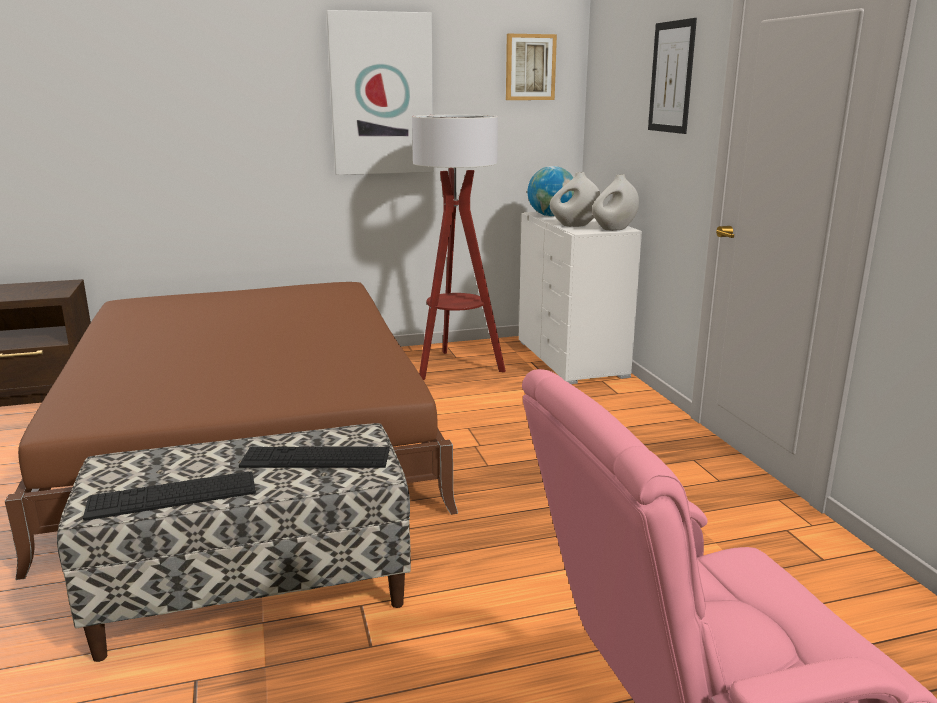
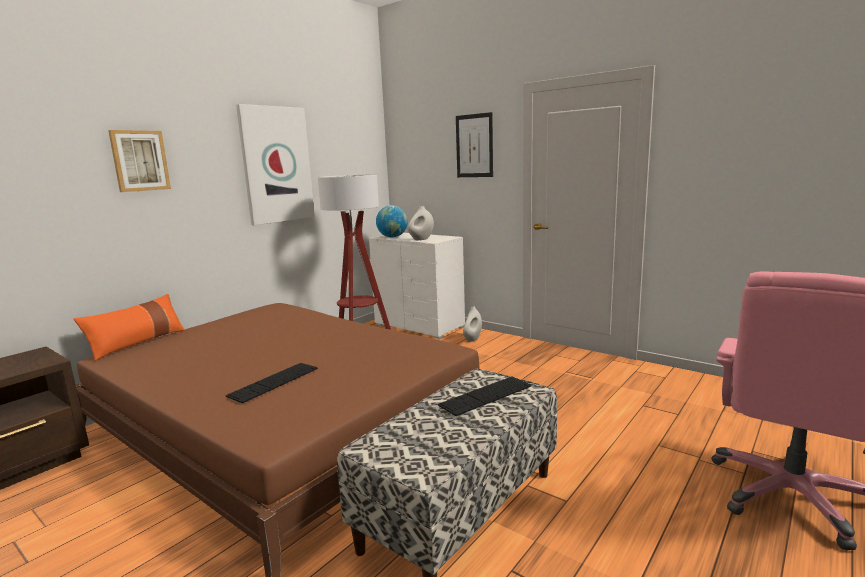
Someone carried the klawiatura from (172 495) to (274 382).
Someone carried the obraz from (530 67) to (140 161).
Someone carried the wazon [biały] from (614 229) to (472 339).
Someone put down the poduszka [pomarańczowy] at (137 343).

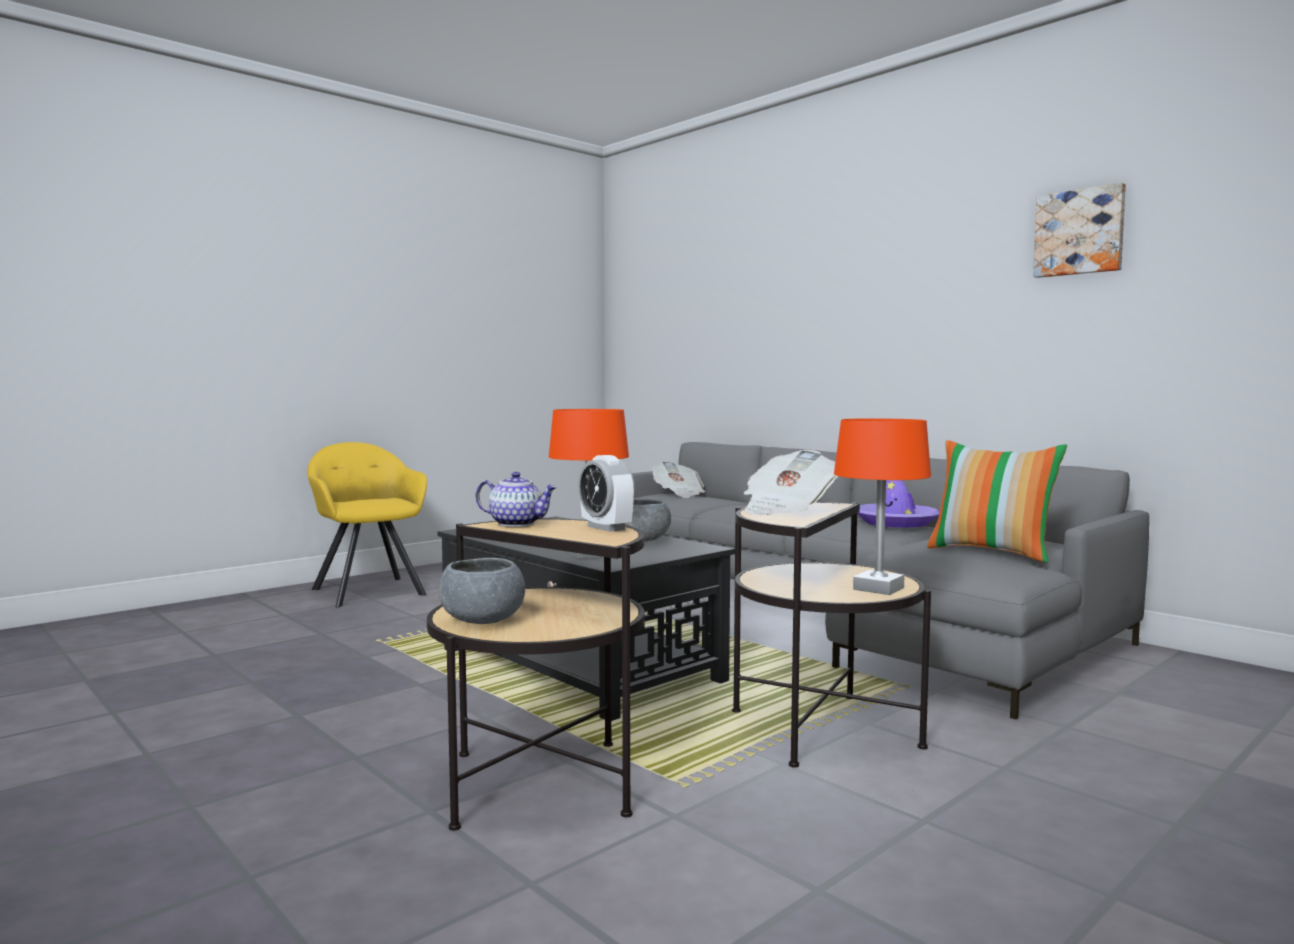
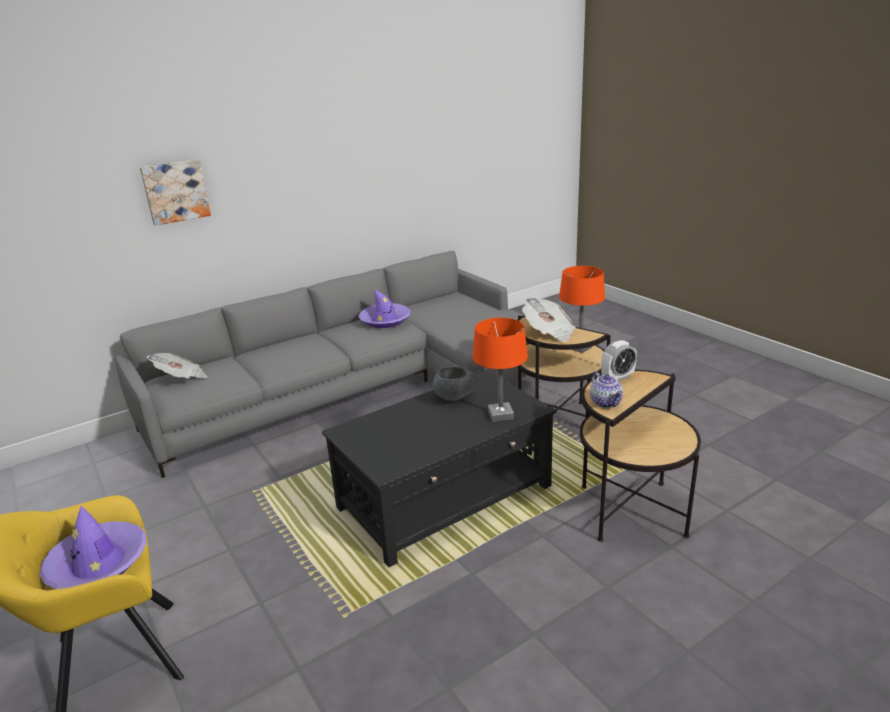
Someone took away the miska [szary] at (482 621).
Someone rotated the imbryk at (517 524) by 135 degrees clockwise.
Someone took away the poduszka at (992 552).
Someone carried the obraz from (1079 232) to (175 191).
Someone put down the kapelusz [fioletowy] at (98 564).

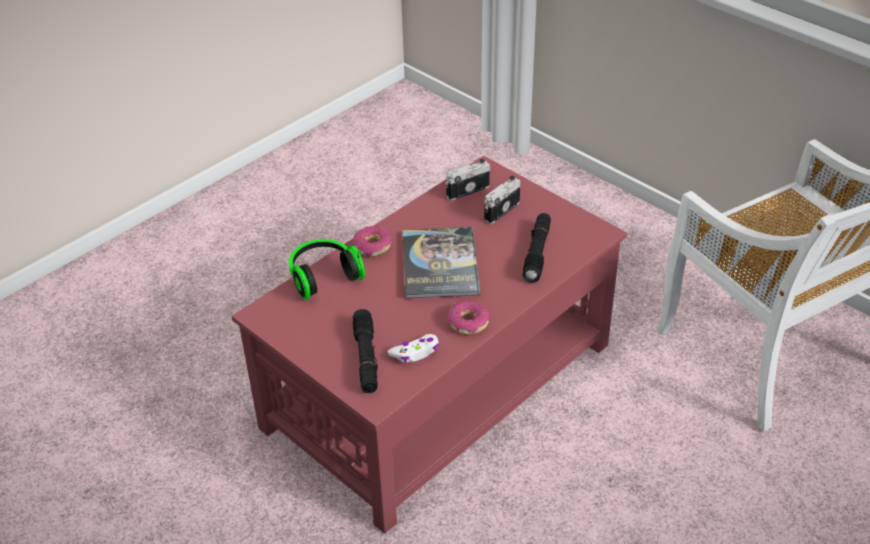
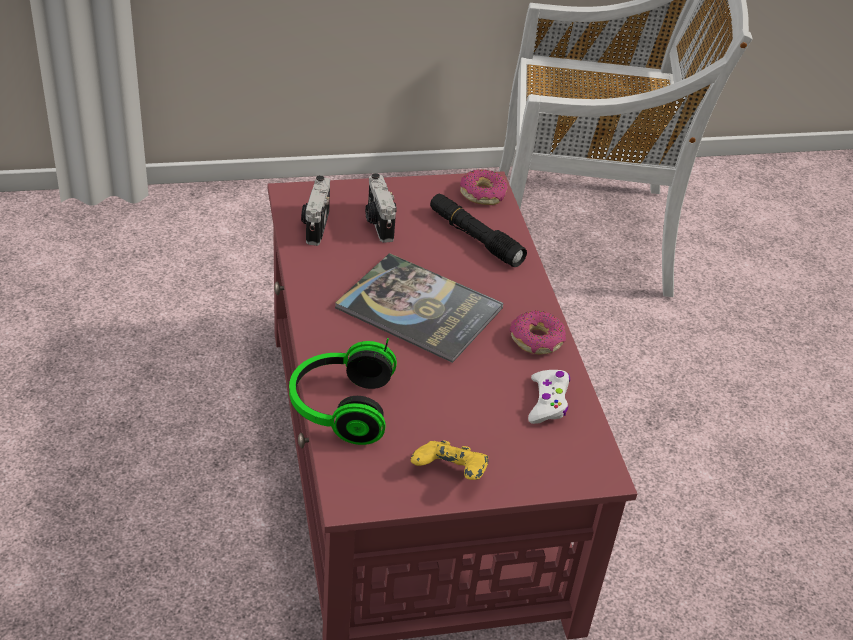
Someone carried the donut from (373 246) to (482 194).
Someone took away the latarka [czarny] at (366 358).
Someone put down the pad do gier [żółty] at (450 474).

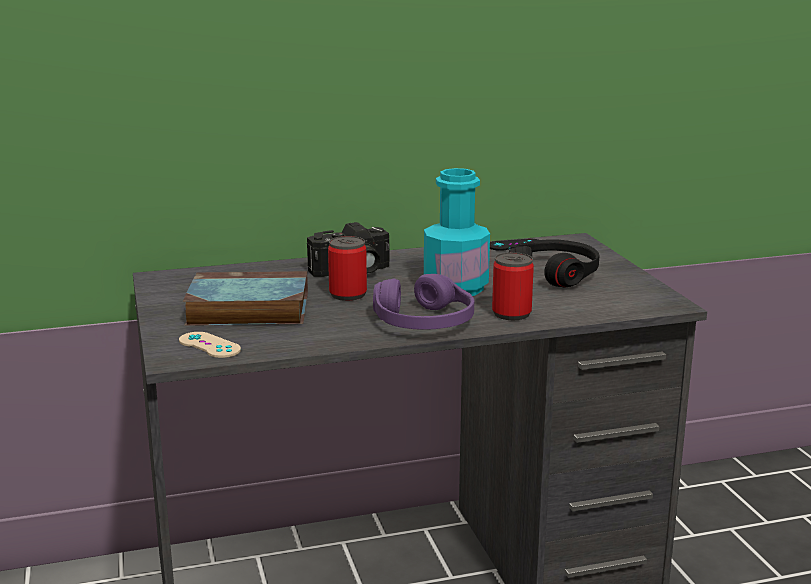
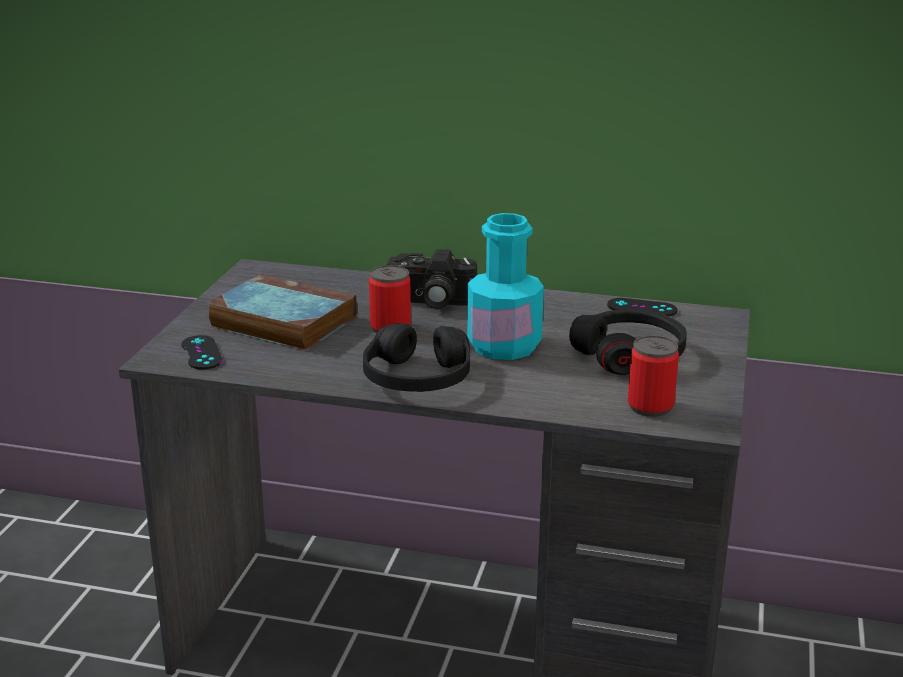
Someone repainted the pad do gier [beżowy] at (209 345), which became the pad do gier [czarny] at (201 353).
Someone repainted the słuchawki [fioletowy] at (424 322), which became the słuchawki [czarny] at (417 378).
Someone carried the puszka from (511 314) to (650 407).

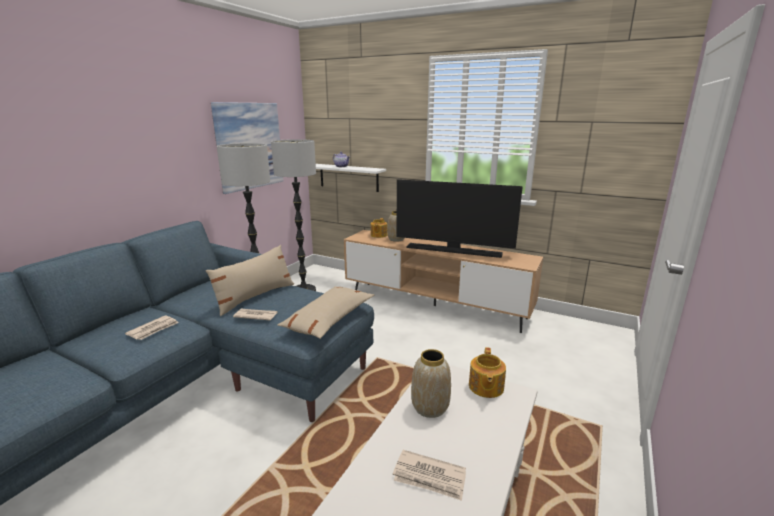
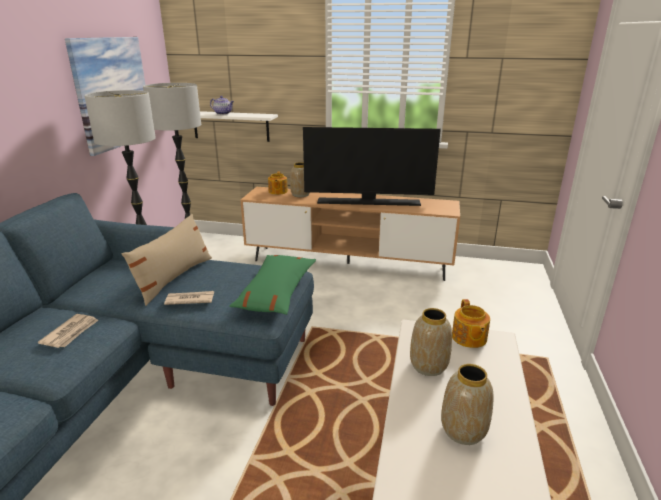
Someone repainted the poduszka [beżowy] at (329 319), which became the poduszka [zielony] at (276 292).
Someone swapped the gazeta at (430 477) for the wazon at (463 430).

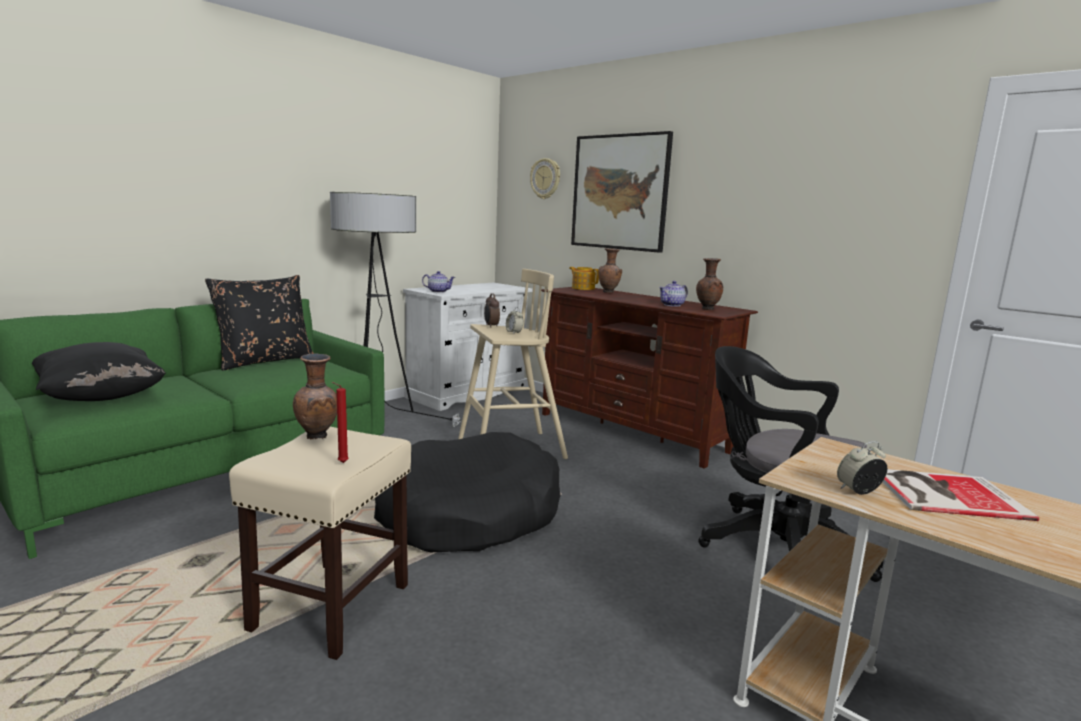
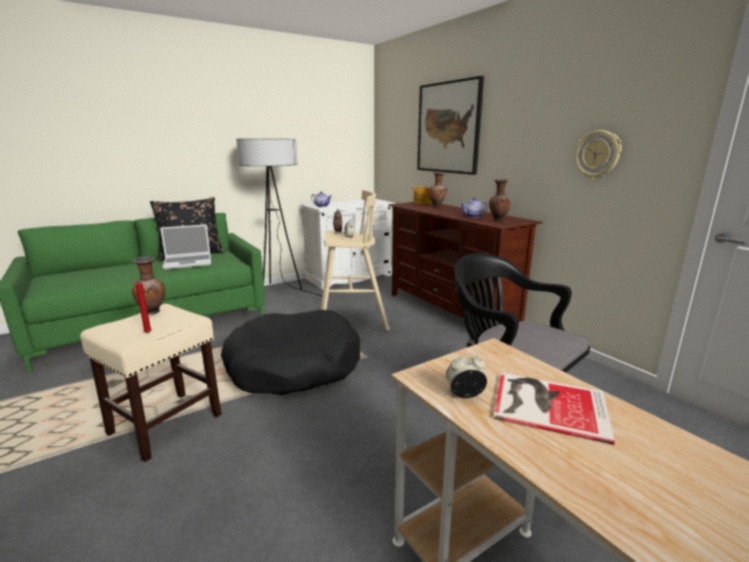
Someone took away the poduszka [czarny] at (101 397).
Someone carried the zegar ścienny from (545 178) to (597 155).
Someone put down the laptop at (189 262).

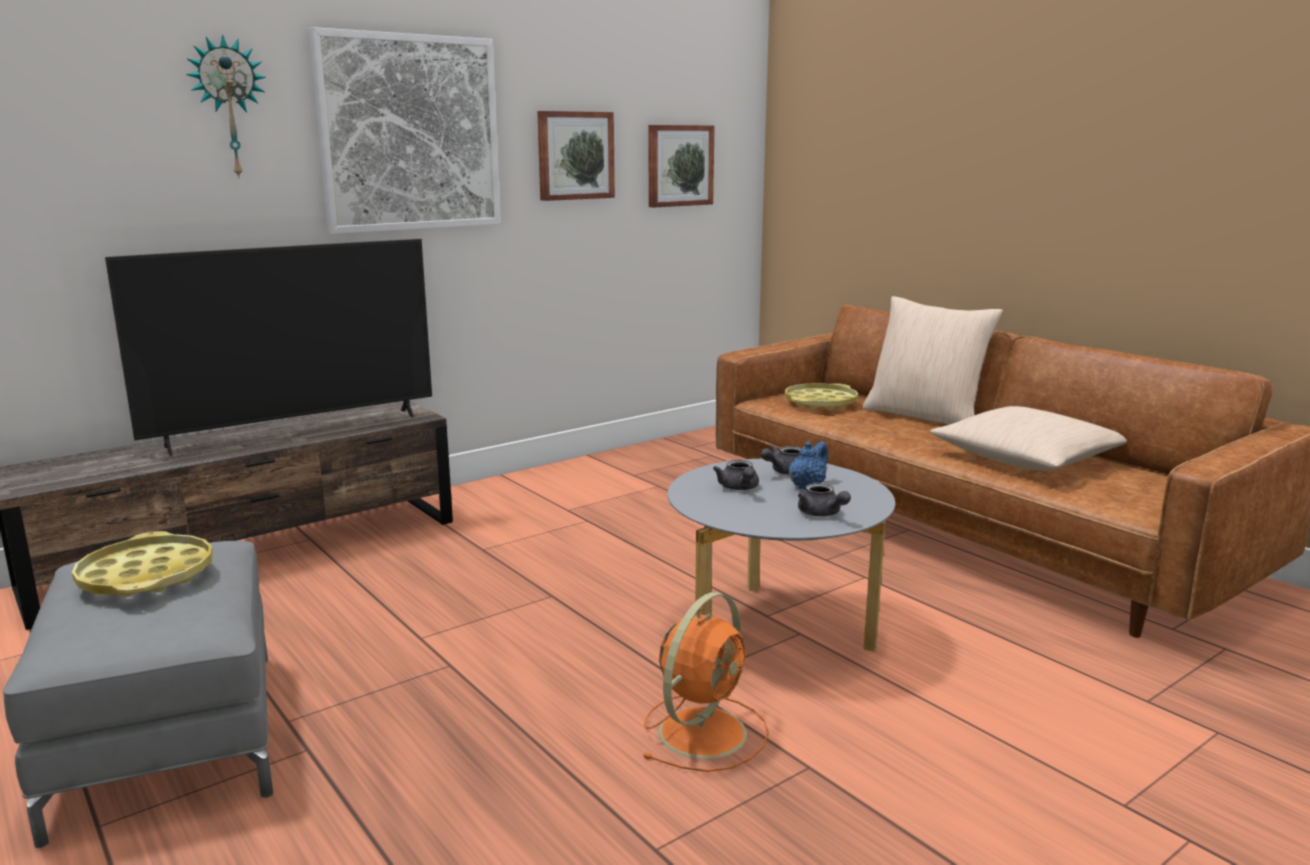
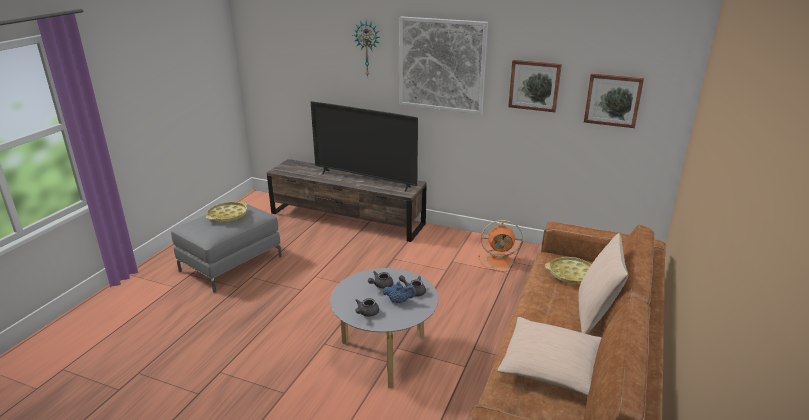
Someone carried the wentylator [pomarańczowy] from (704 731) to (501 261).

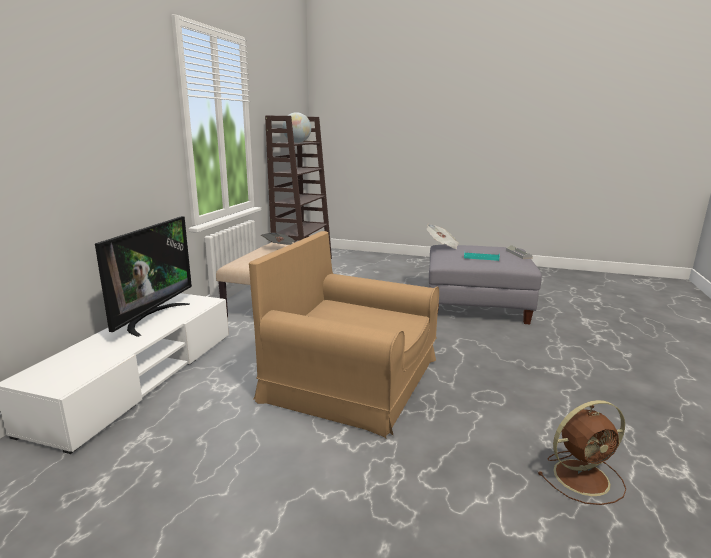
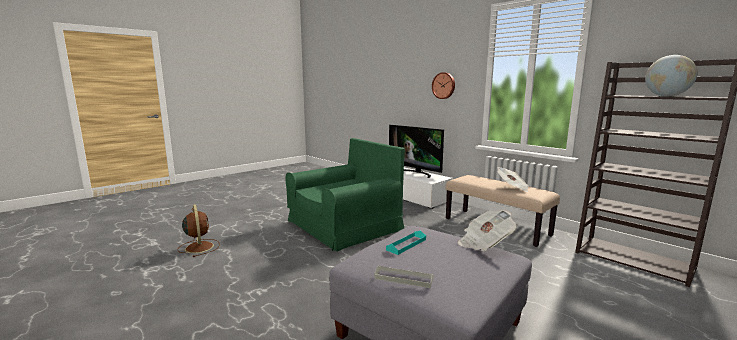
Someone repainted the fotel [brązowy] at (351 379), which became the fotel [zielony] at (344 226).
Someone rotated the wentylator [brązowy] at (583 477) by 135 degrees clockwise.
Someone put up the zegar ścienny at (444 85).

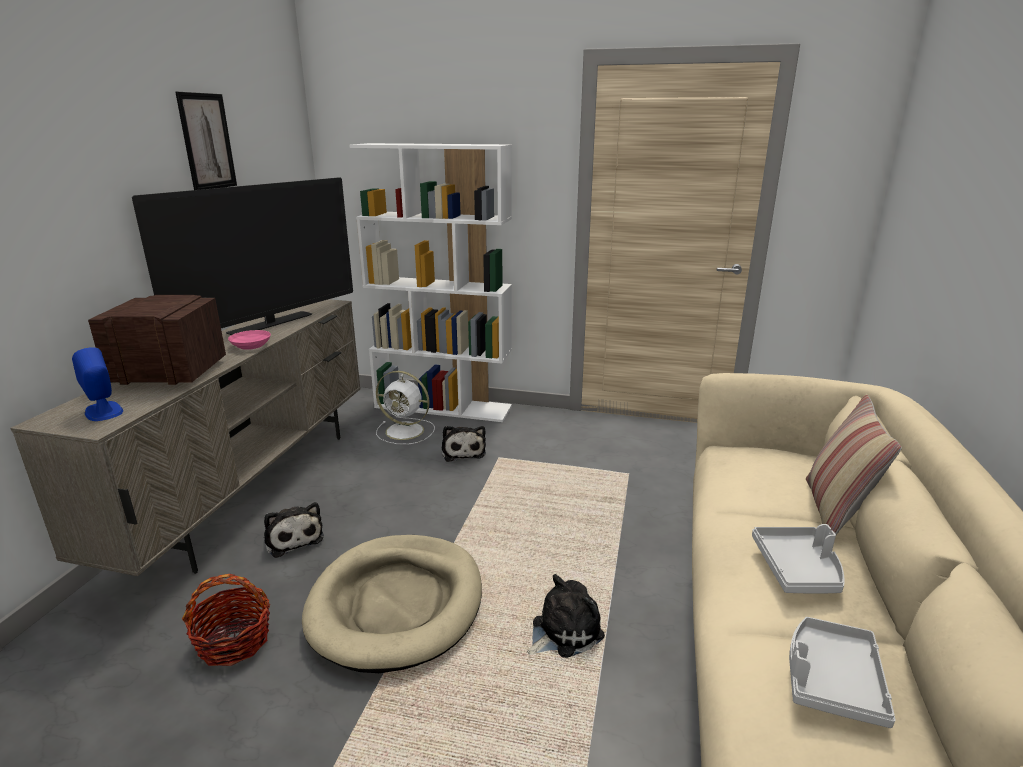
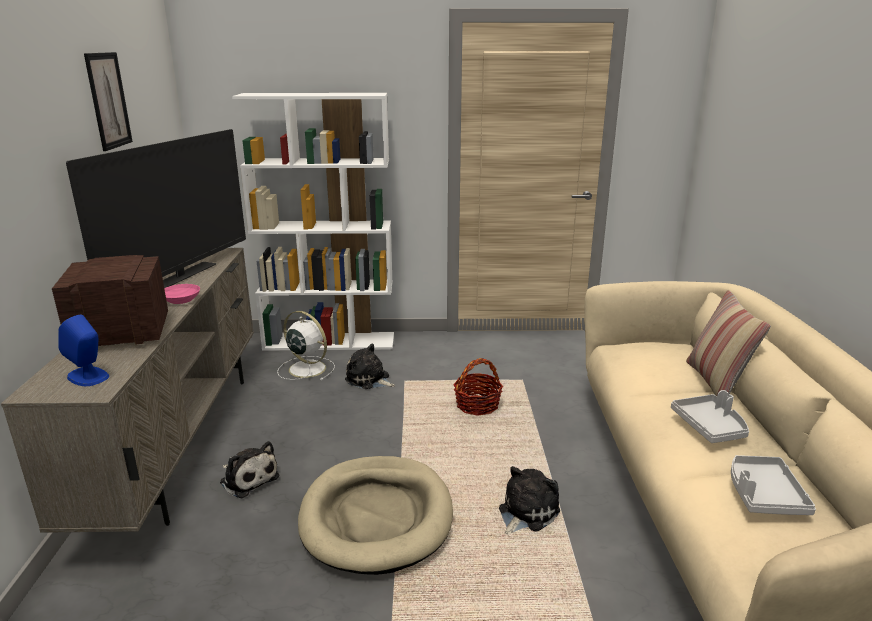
Someone carried the koszyk from (234 641) to (477 405).
Someone rotated the wentylator [biały] at (406 431) by 150 degrees counterclockwise.
Someone rotated the pluszak at (463 451) by 150 degrees clockwise.

